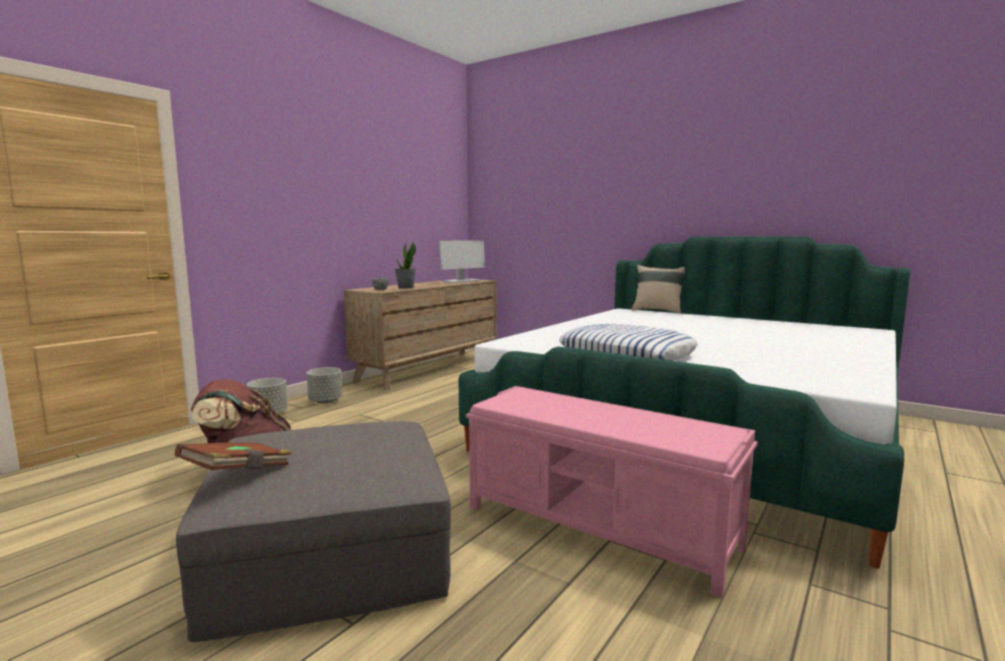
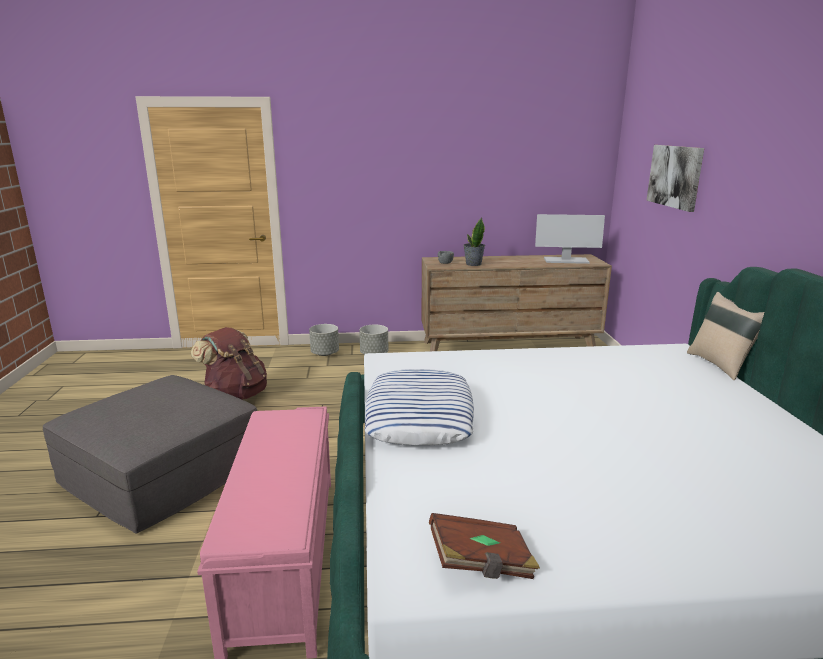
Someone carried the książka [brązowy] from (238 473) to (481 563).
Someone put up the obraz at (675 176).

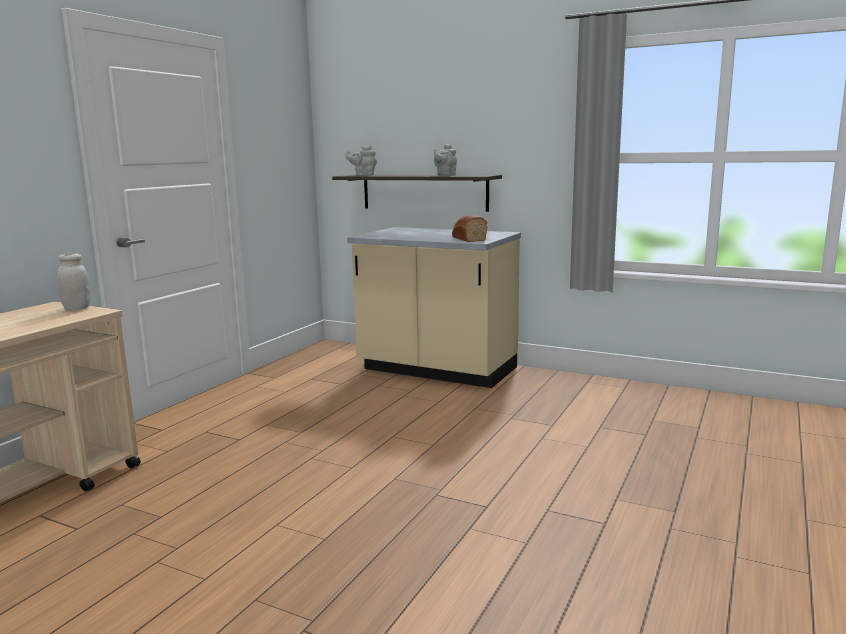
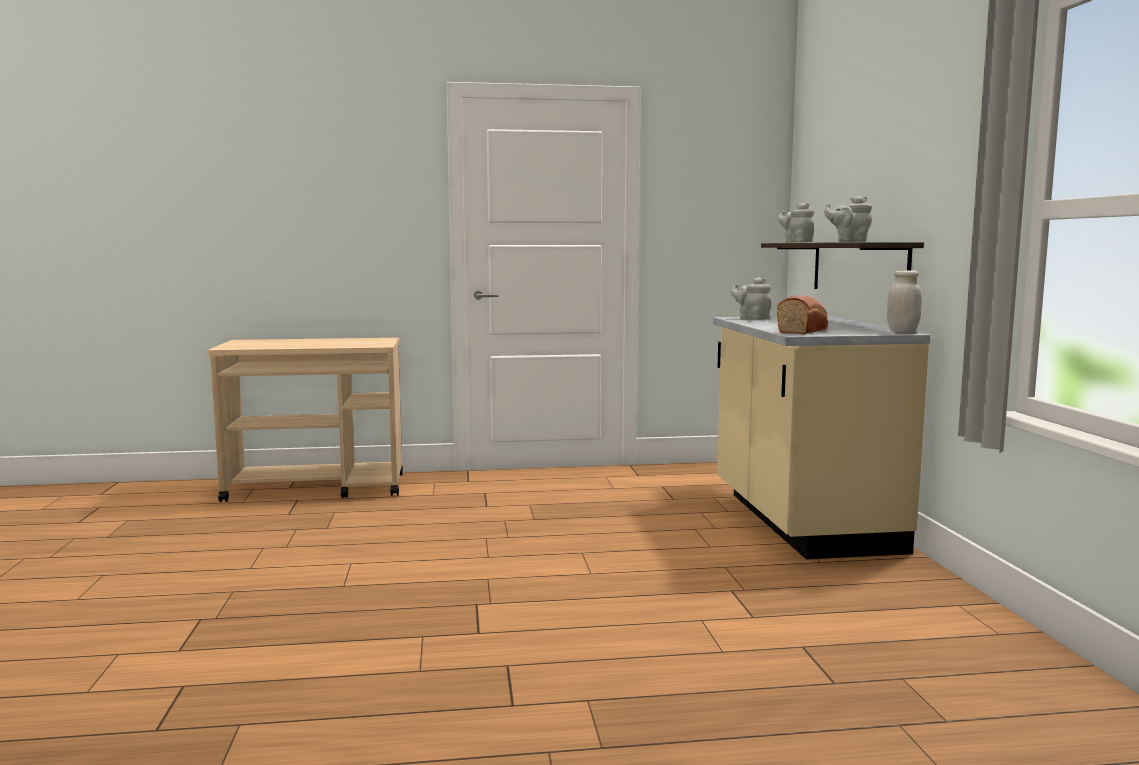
Someone carried the słoik [biały] from (77 308) to (902 332).
Someone put down the imbryk [szary] at (752 318).

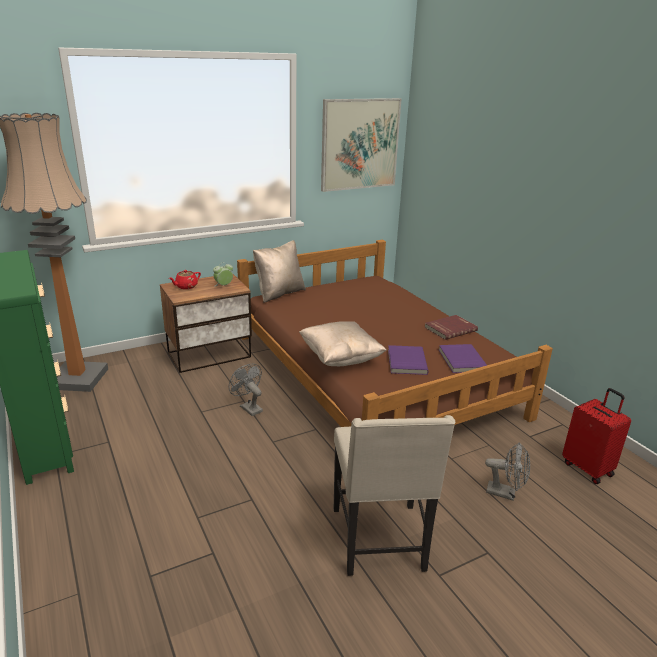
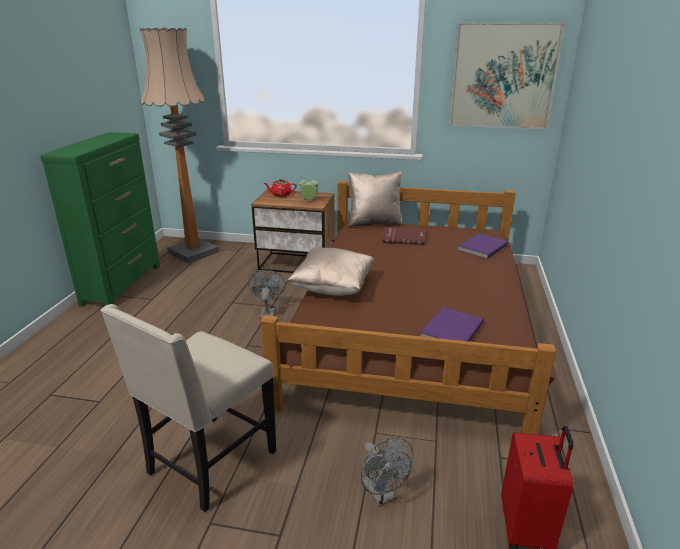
Someone carried the książka [fioletowy] from (406 362) to (481 248).
Someone carried the książka [czerwony] from (450 329) to (403 237).

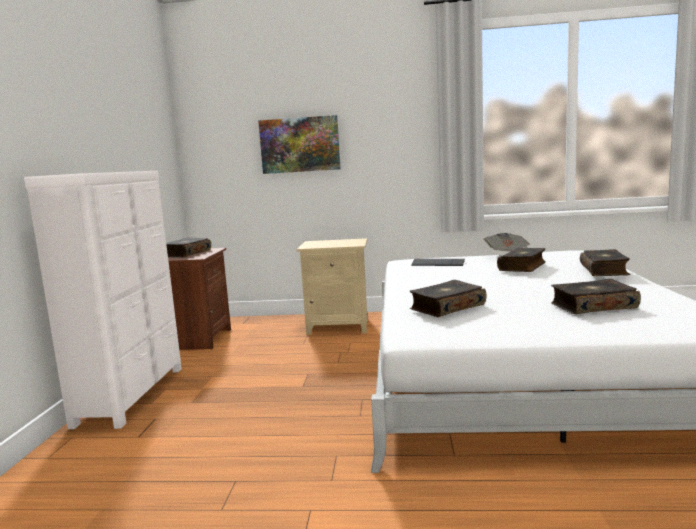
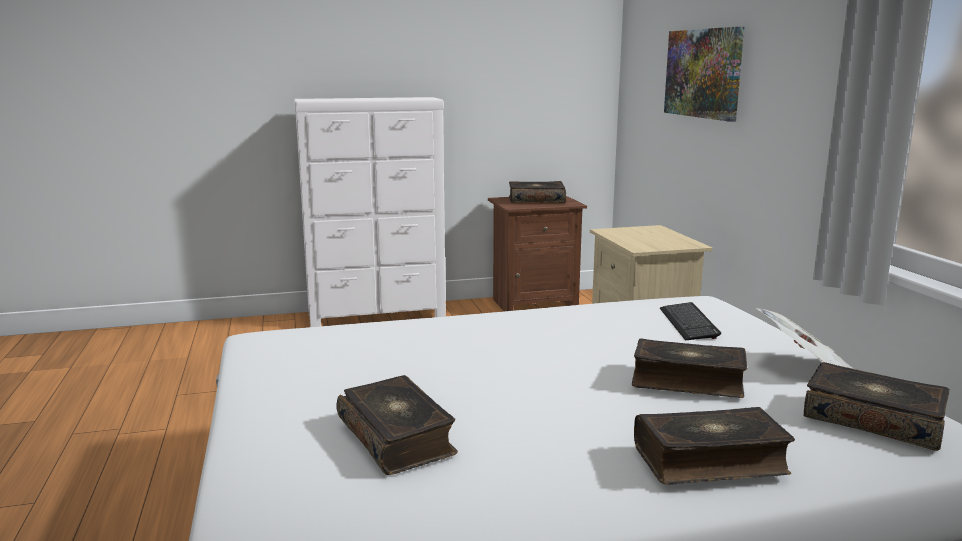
Someone carried the książka from (446 307) to (873 419).

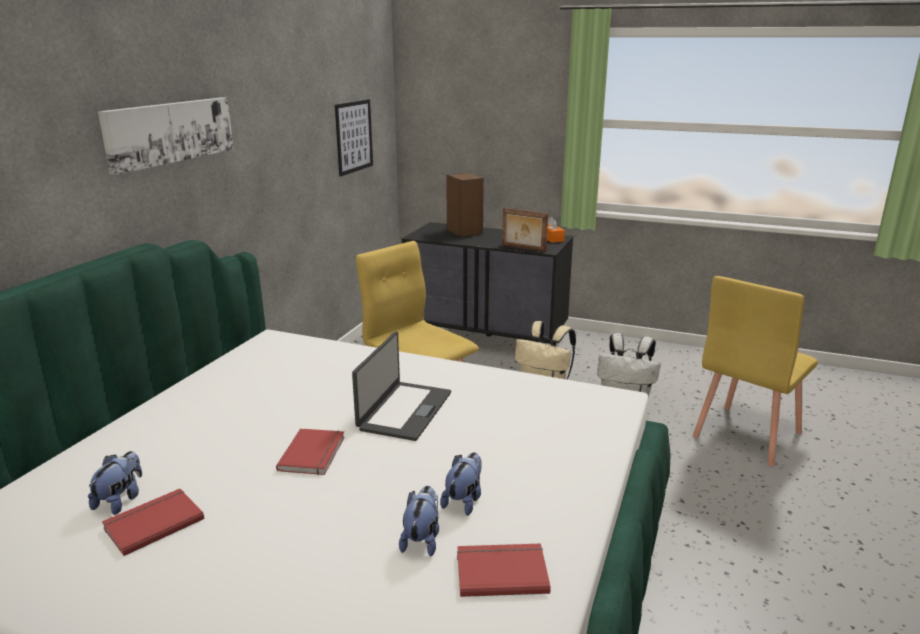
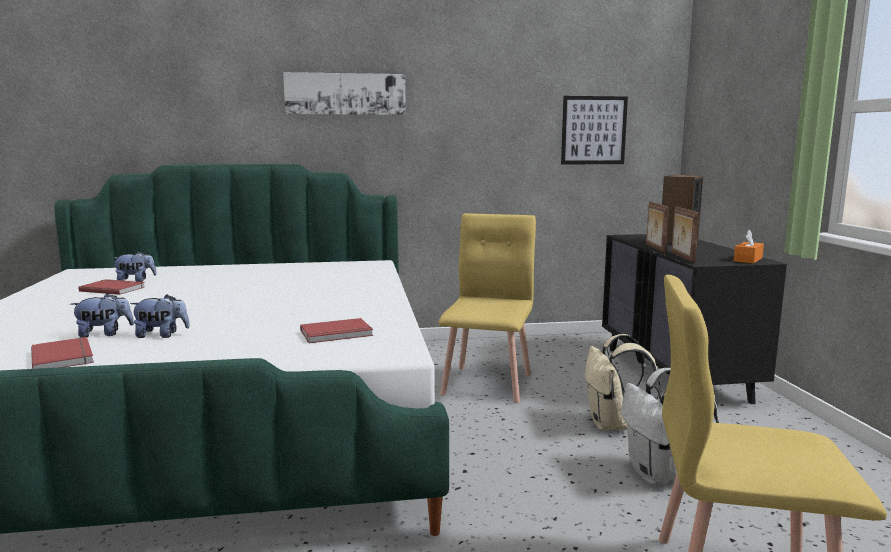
Someone carried the książka [czerwony] from (314 453) to (337 334).
Someone took away the laptop at (404 410).
Someone put down the ramka na zdjęcie at (654 248).

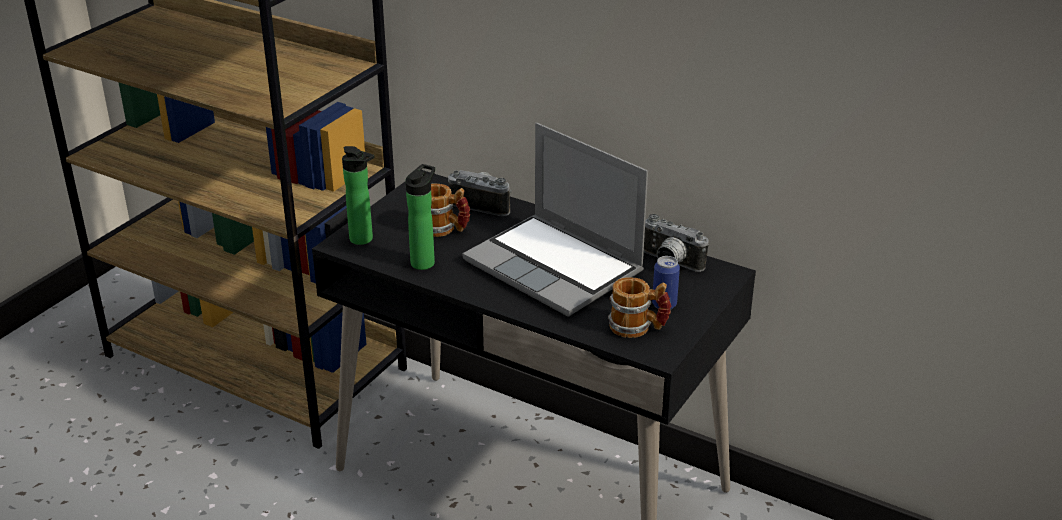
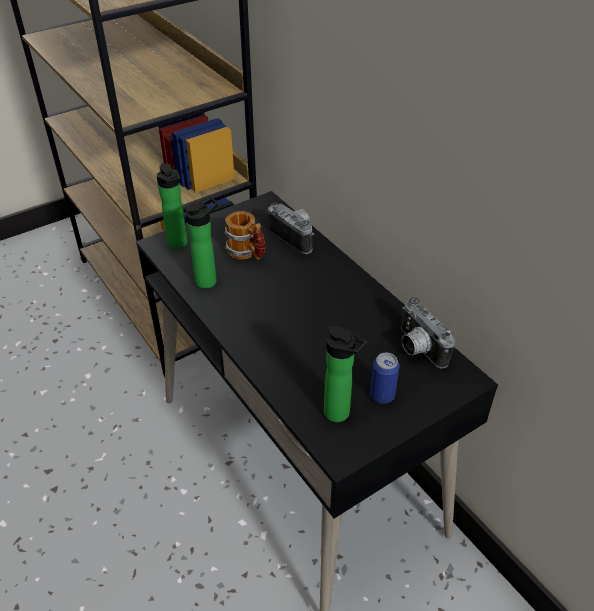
Someone took away the laptop at (556 267).
Someone swapped the kubek at (638 328) for the butelka at (340 414).

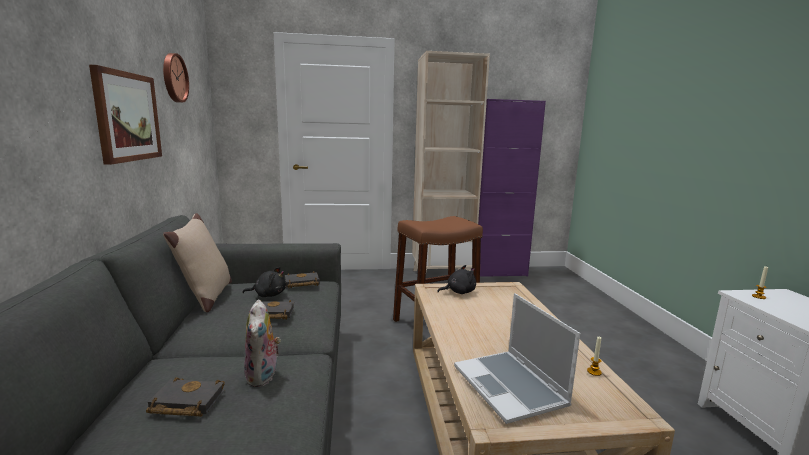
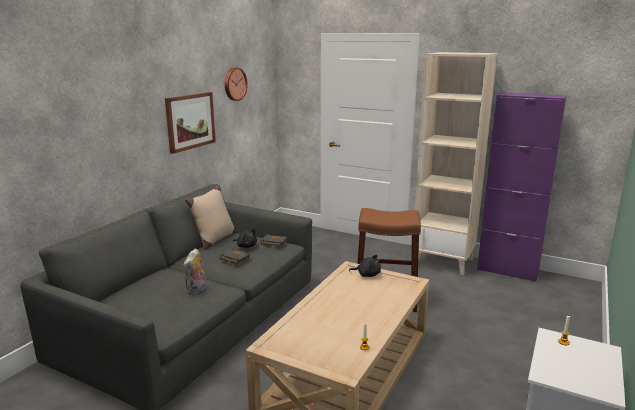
Someone took away the książka [czarny] at (185 403).
Someone took away the laptop at (511 387).

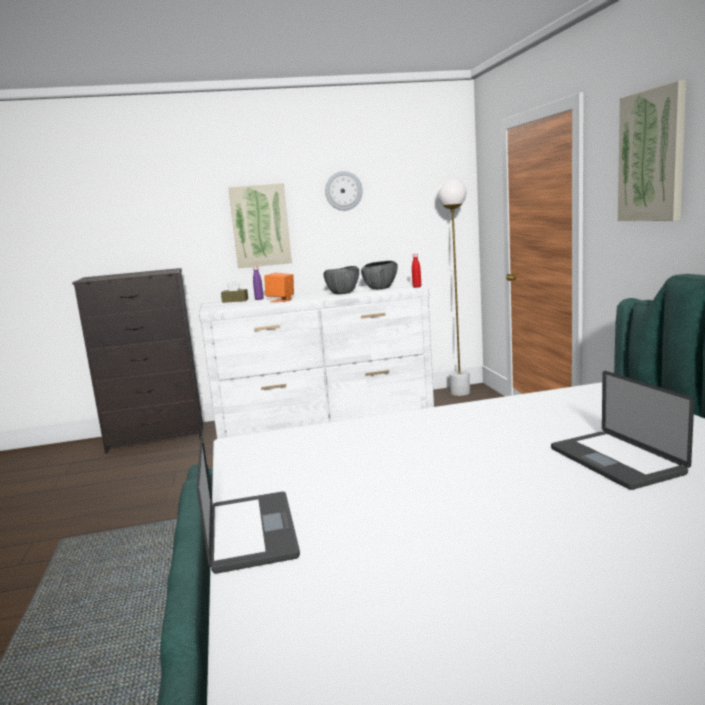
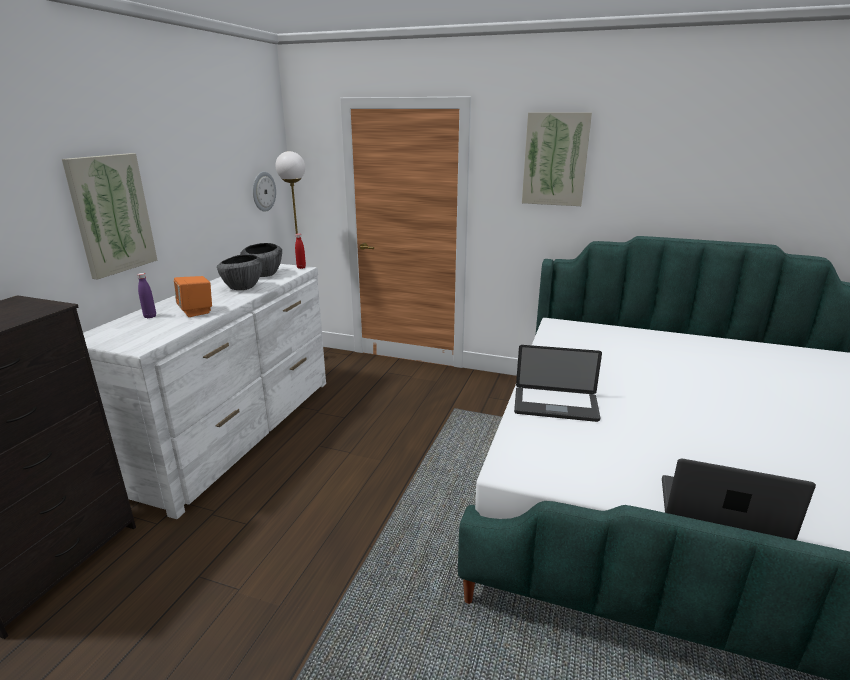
Someone took away the pudełko chusteczek [brązowy] at (235 301).
Someone carried the zegar ścienny from (343 191) to (263 191).
Someone carried the laptop from (615 461) to (555 405).

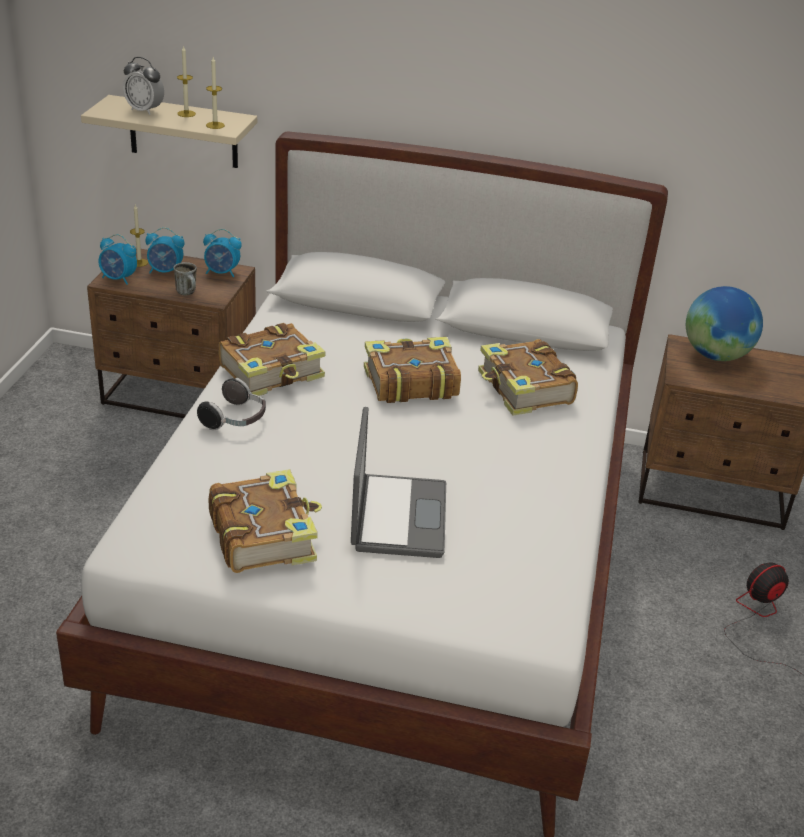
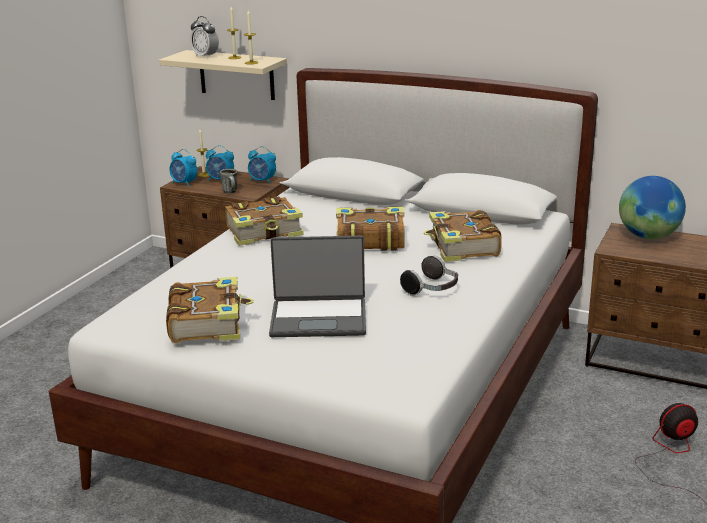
Someone carried the słuchawki from (235 420) to (432 289).
Someone rotated the laptop at (396 517) by 75 degrees clockwise.

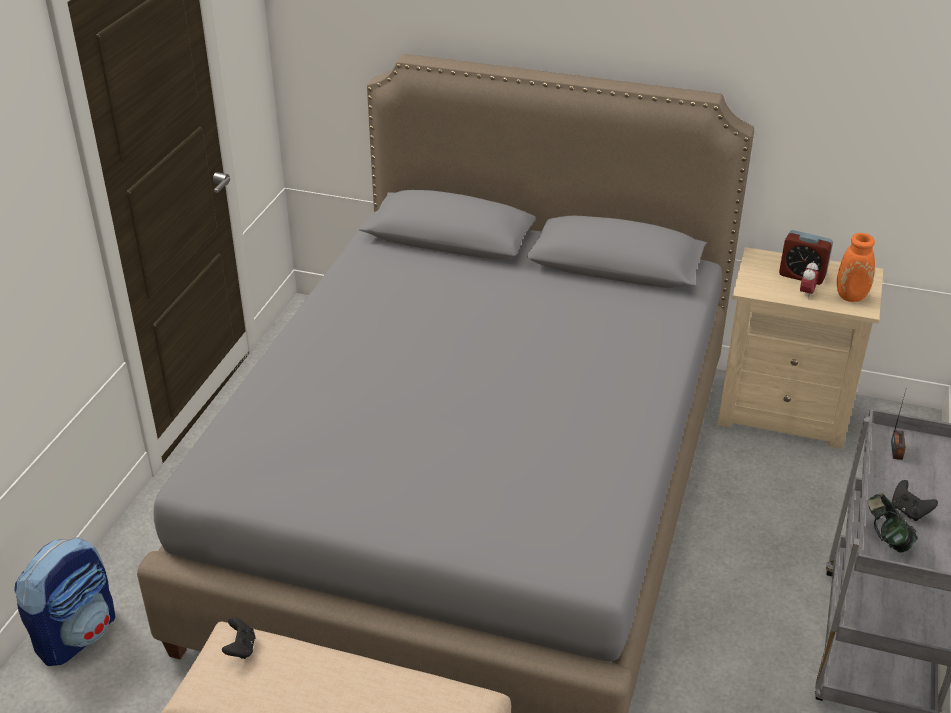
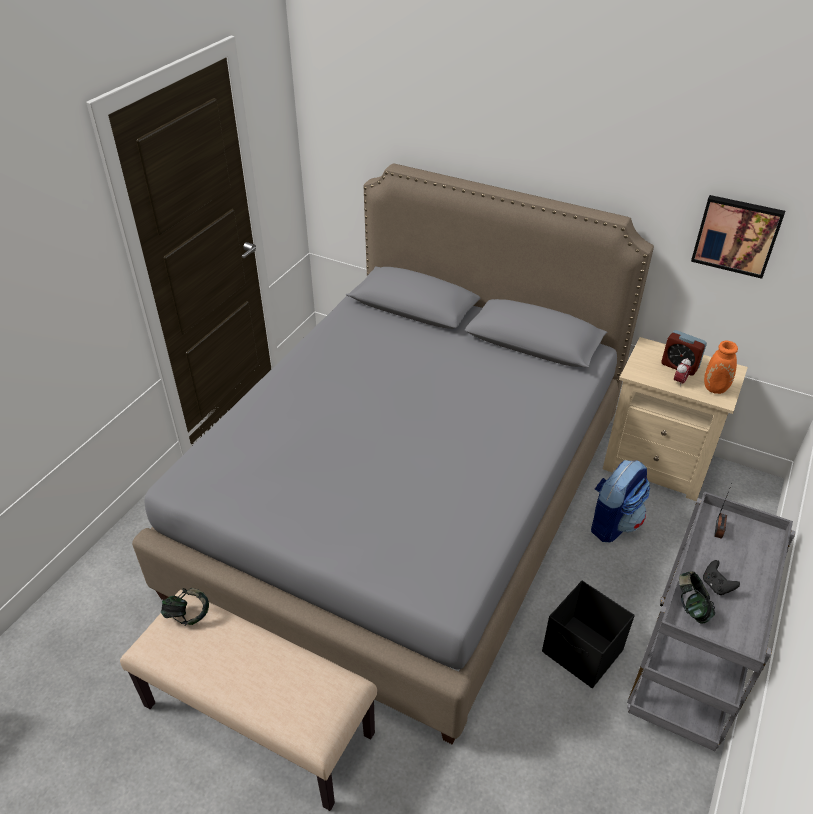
Someone carried the plecak from (77 634) to (613 522).
Someone swapped the pad do gier [czarny] at (241 648) for the słuchawki at (187 615).
Someone put down the pojemnik do przechowywania [czarny] at (582 652).
Someone put up the obraz at (737 235).

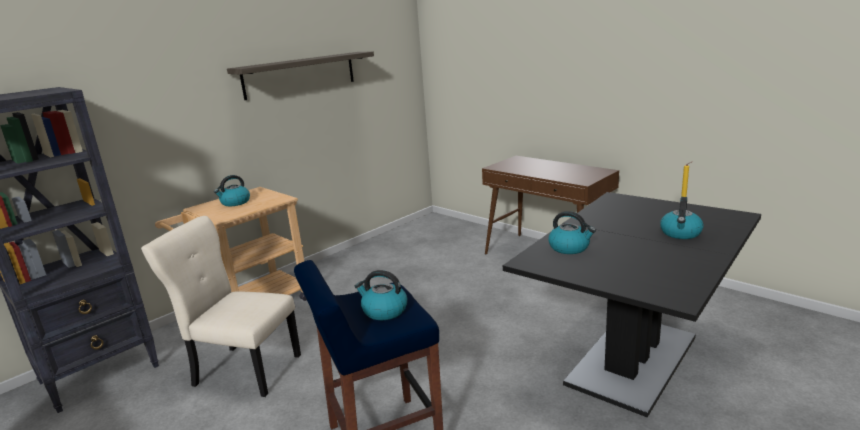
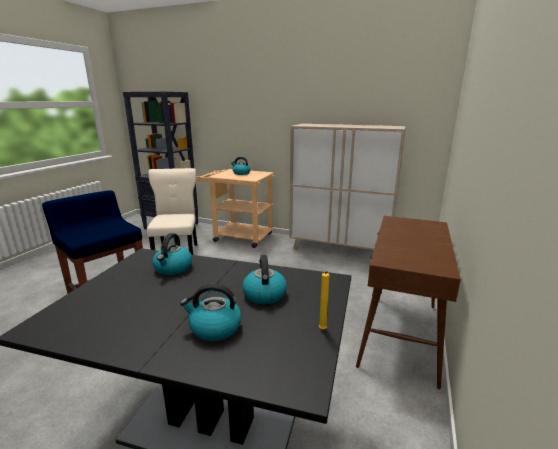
Someone took away the półka at (300 74).
Someone carried the czajnik from (384 311) to (264 294).
Someone put down the szafka [beżowy] at (340 249).

